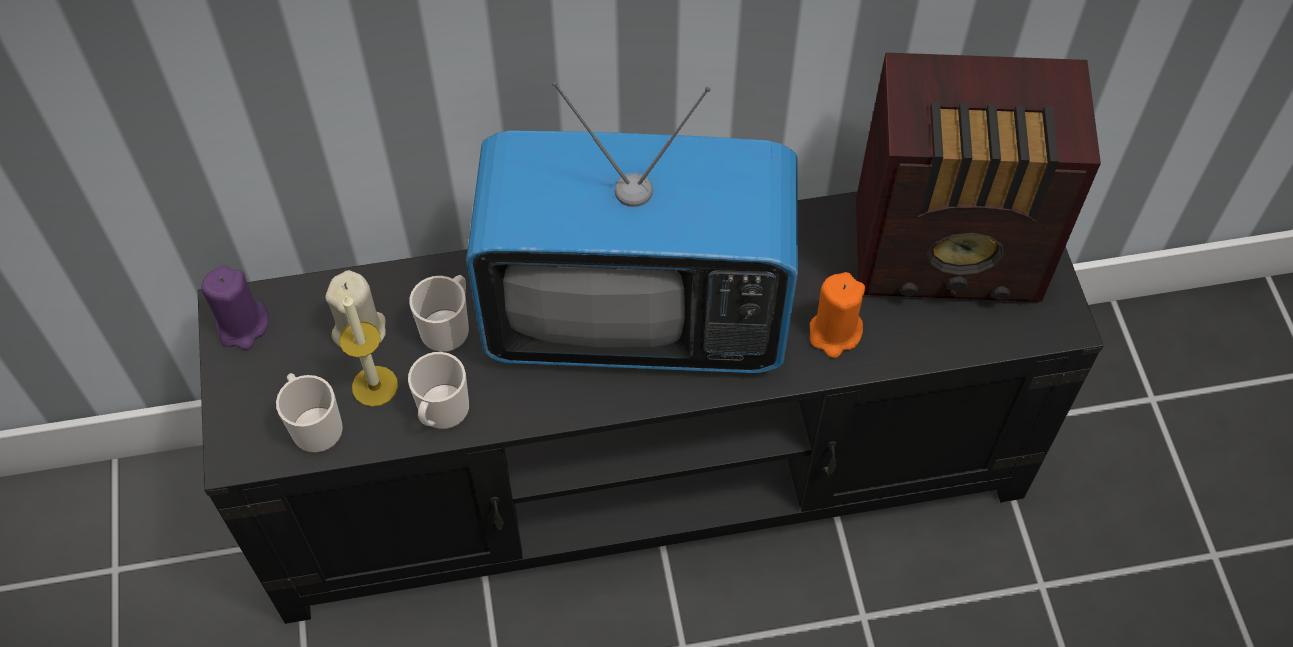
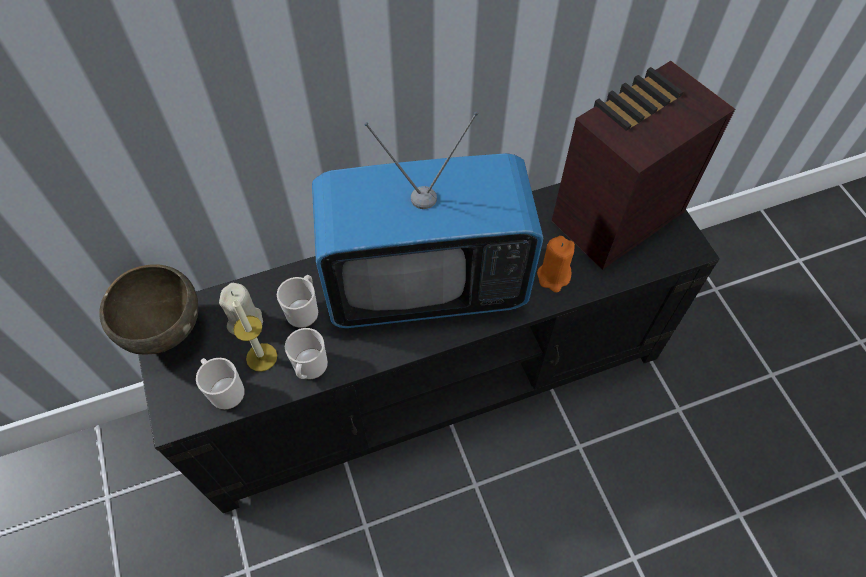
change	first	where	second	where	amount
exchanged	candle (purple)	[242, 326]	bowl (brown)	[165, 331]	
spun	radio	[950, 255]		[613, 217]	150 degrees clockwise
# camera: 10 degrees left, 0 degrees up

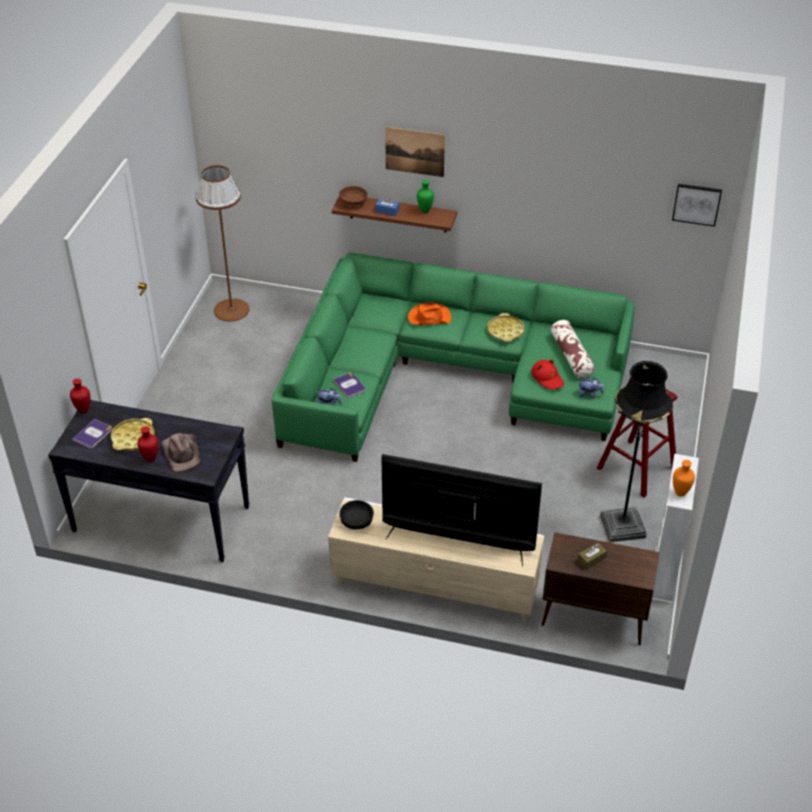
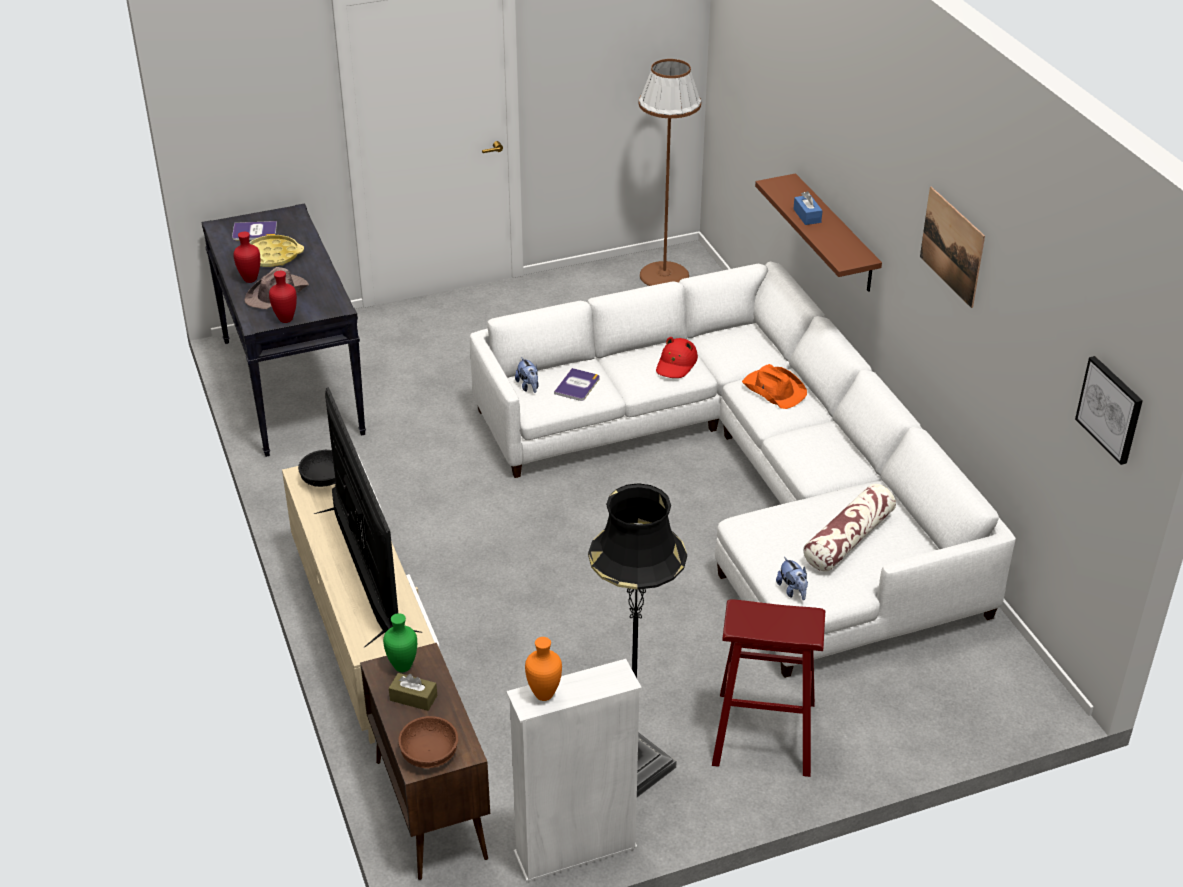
change	first	where	second	where	amount
relocated	vase (red)	[83, 410]		[285, 319]	
colour	sofa (green)	[448, 374]	sofa (white)	[749, 480]	
relocated	bowl (brown)	[353, 203]		[428, 754]	
relocated	picture	[415, 151]		[952, 246]	
relocated	vase (green)	[425, 211]		[402, 668]	
missing	tray (yellow)	[505, 331]			
relocated	hat (red)	[547, 378]		[676, 364]	
# camera: 55 degrees right, 5 degrees down

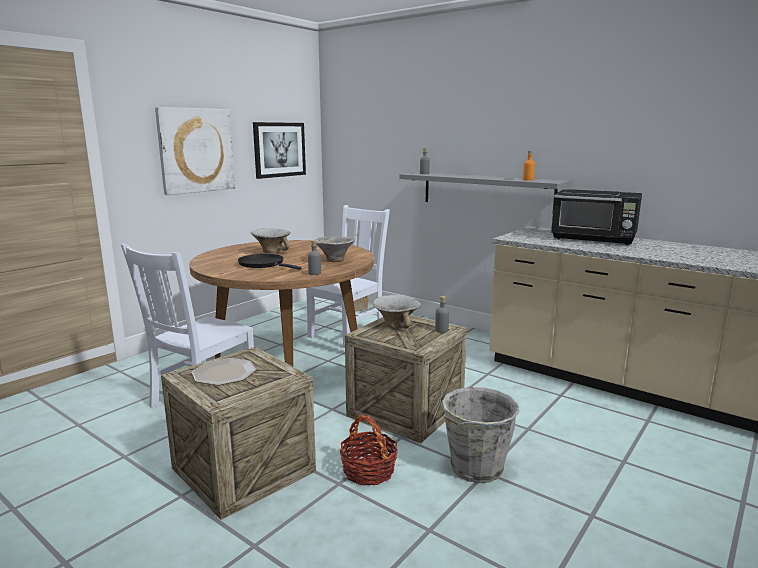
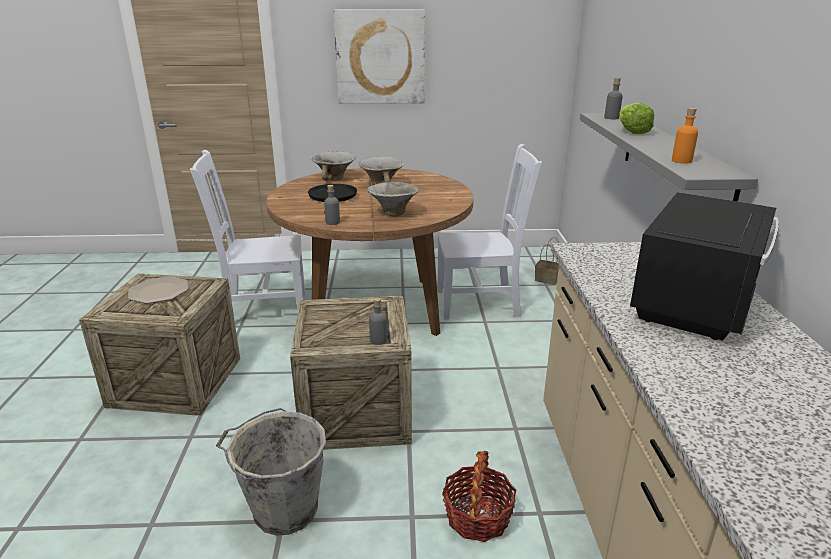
change	first	where	second	where	amount
missing	picture	[279, 149]			
relocated	basket	[368, 471]		[477, 516]	
relocated	bowl	[396, 325]		[335, 179]	
spun	microwave (black)	[594, 239]		[696, 303]	135 degrees counterclockwise
appeared			lettuce	[631, 131]	
# camera: 50 degrees right, 10 degrees up

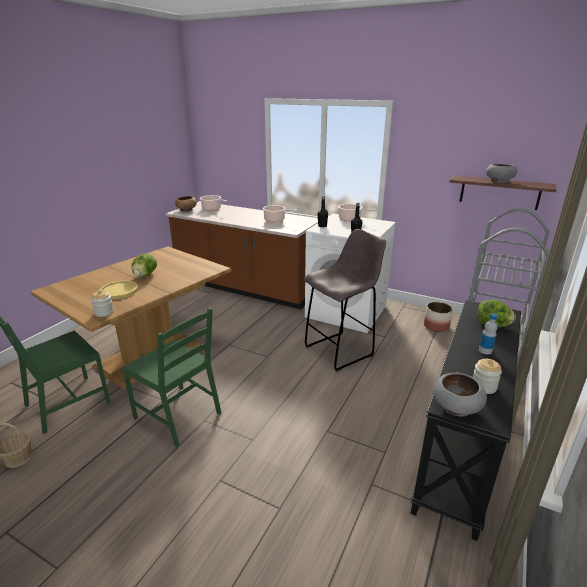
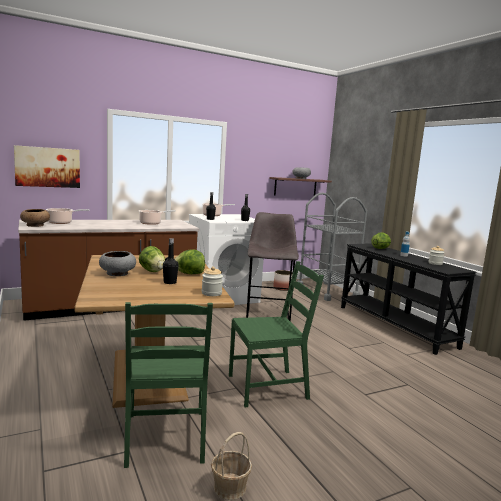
change	first	where	second	where	amount
exchanged	plate (yellow)	[119, 291]	bottle (black)	[170, 282]	
relocated	bowl (grey)	[456, 407]		[117, 274]	
appeared			picture	[48, 167]	
appeared			lettuce	[189, 274]	
# camera: 55 degrees left, 15 degrees down

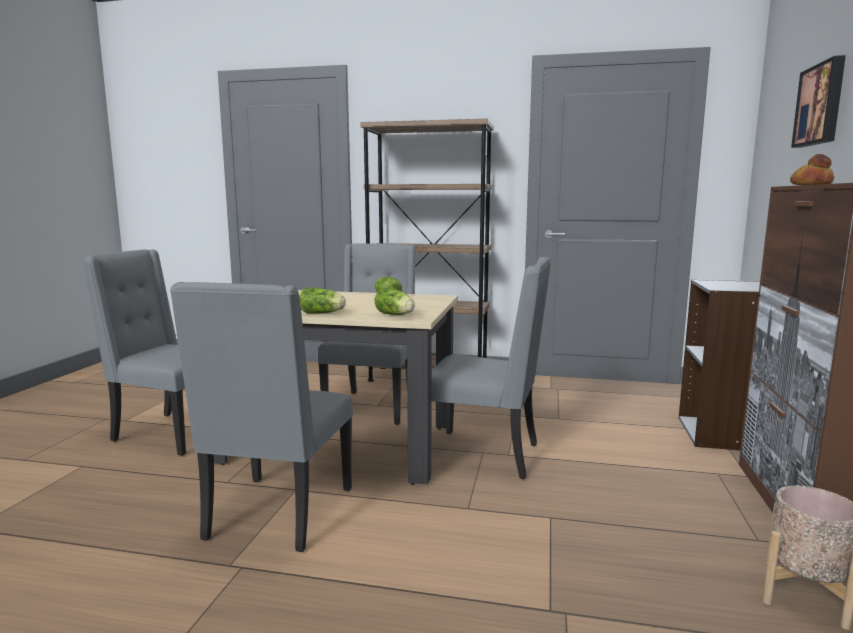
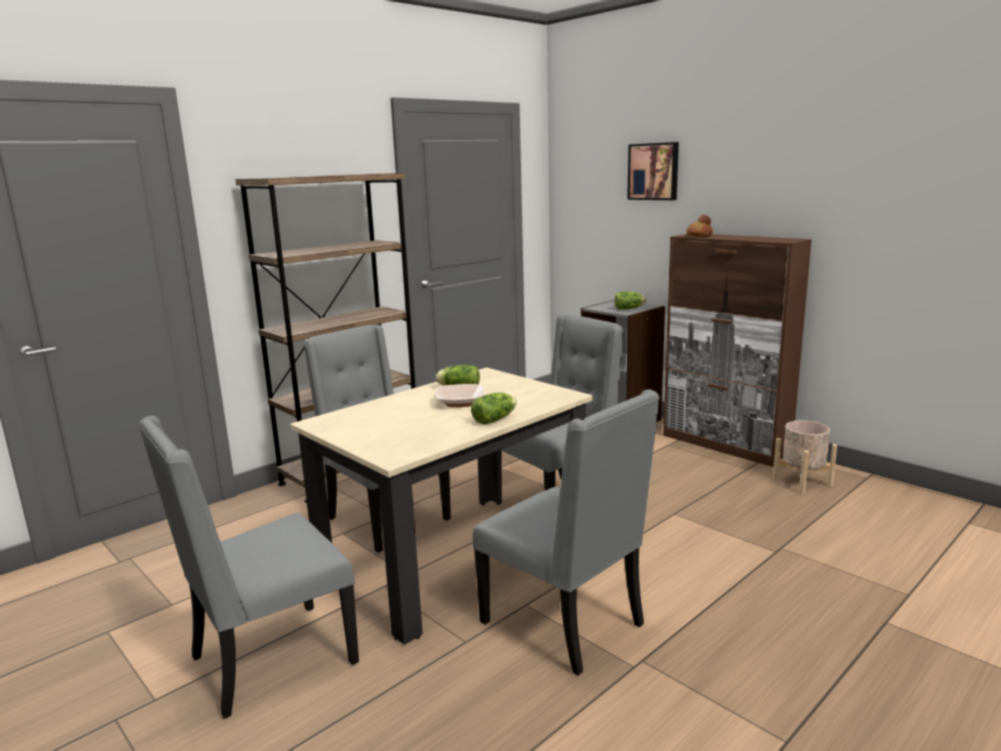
change	first	where	second	where	amount
relocated	lettuce	[396, 315]		[630, 308]	
appeared			bowl	[460, 402]	
# camera: 55 degrees left, 5 degrees up

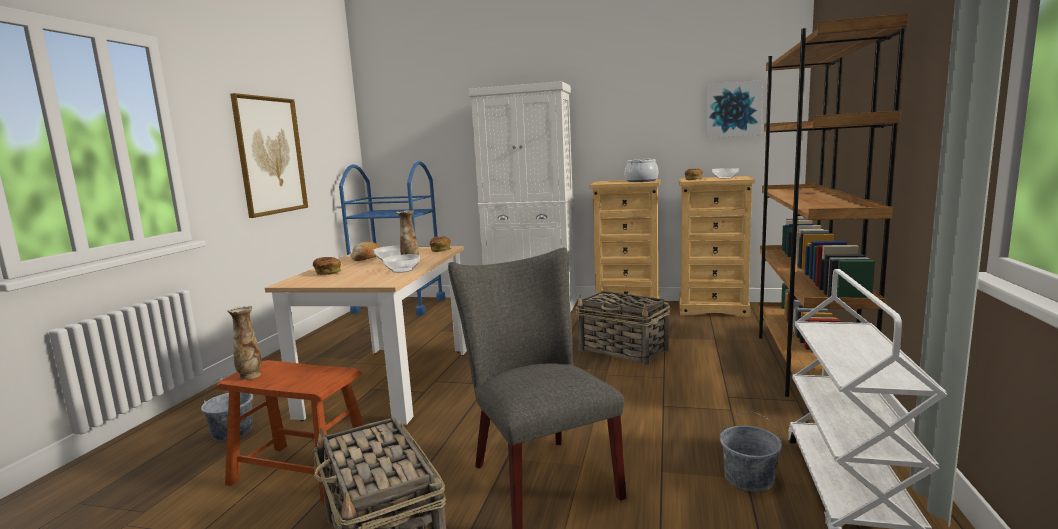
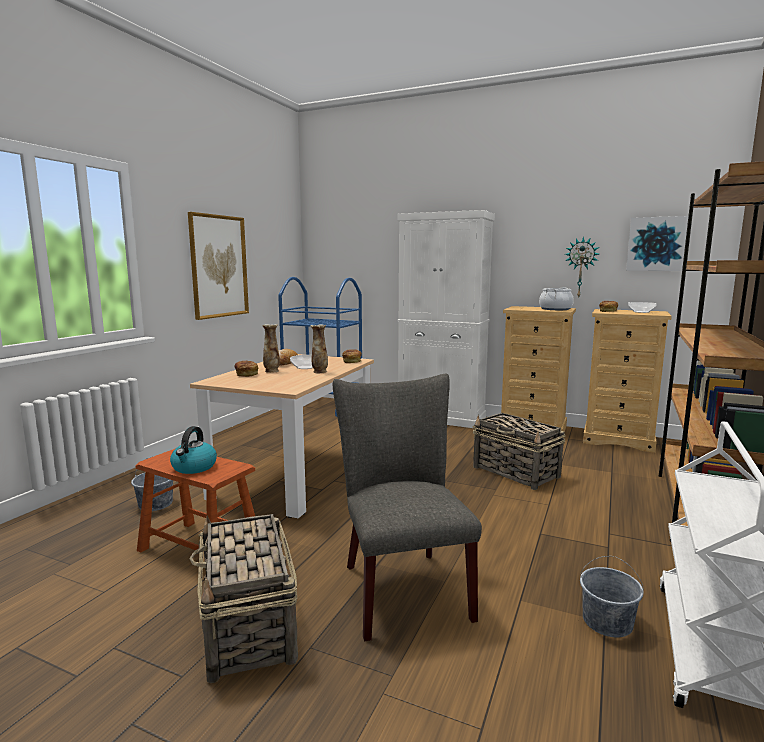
change	first	where	second	where	amount
relocated	vase	[250, 375]		[272, 371]	
missing	bowl	[402, 270]			
appeared			kettle	[194, 467]	
appeared			wall clock	[581, 267]	
# camera: 10 degrees right, 0 degrees up

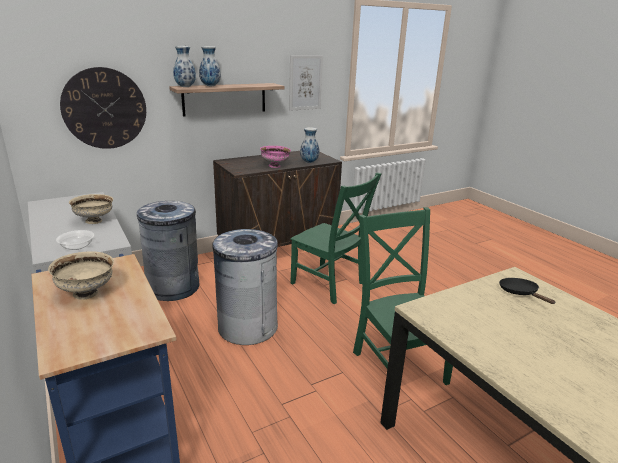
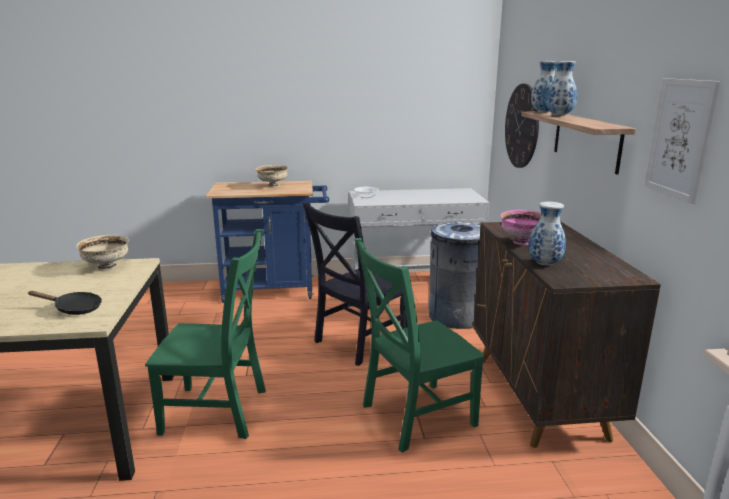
change	first	where	second	where	amount
relocated	bowl (beige)	[94, 221]		[107, 268]	
exchanged	trash can (grey)	[247, 327]	chair (black)	[357, 342]	
# camera: 115 degrees right, 5 degrees down

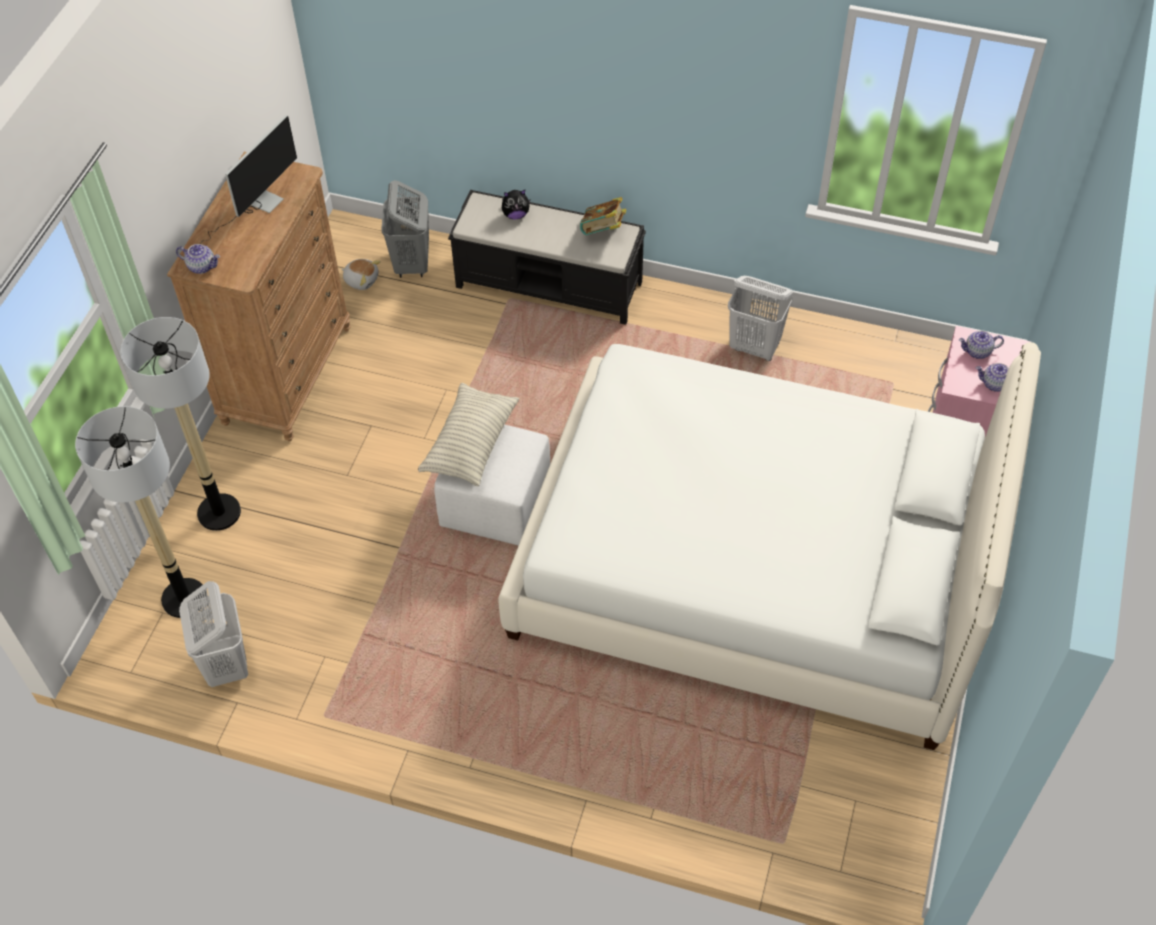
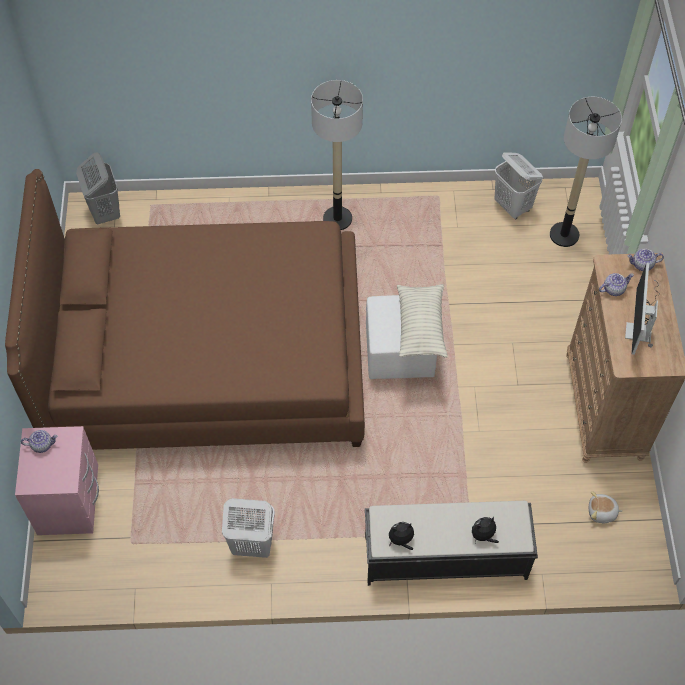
change	first	where	second	where	amount
relocated	floor lamp	[219, 512]		[337, 219]	
relocated	laundry basket (grey)	[412, 264]		[105, 212]	
colour	bed (white)	[754, 568]	bed (brown)	[206, 358]	
exchanged	book	[603, 231]	plush toy	[401, 540]	
relocated	teapot	[977, 352]		[613, 289]	
# camera: 160 degrees right, 5 degrees up

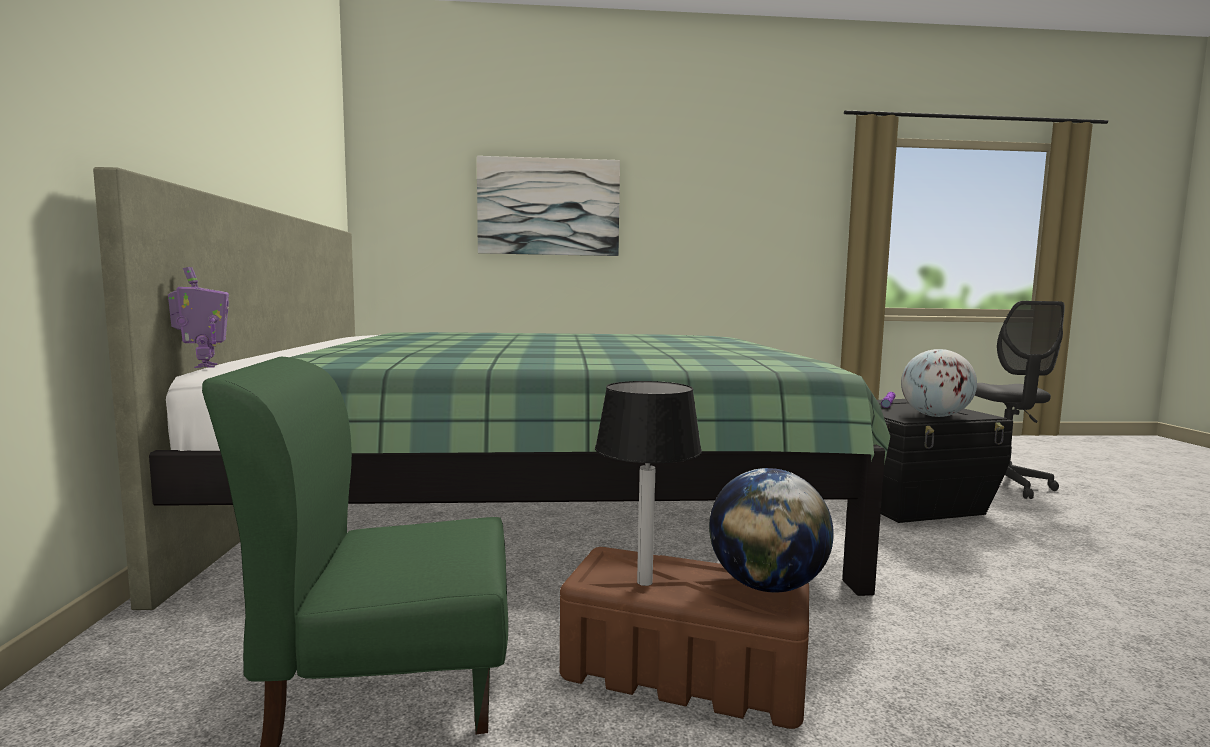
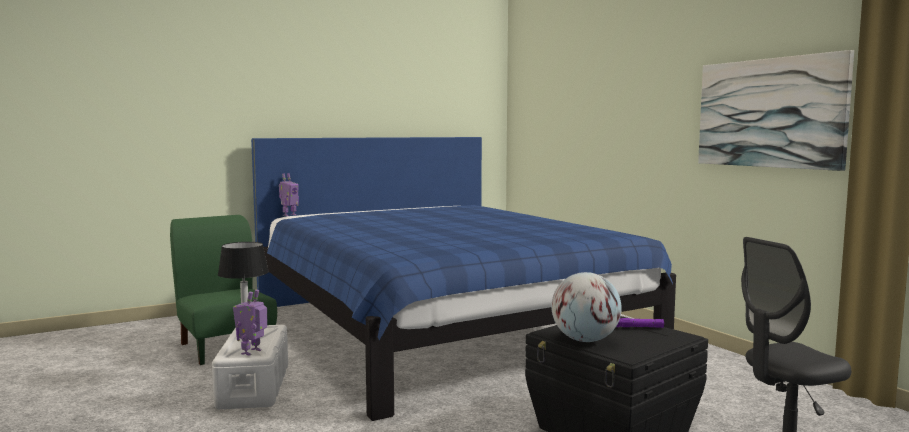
change	first	where	second	where	amount
colour	bed (green)	[535, 501]	bed (blue)	[441, 328]	
relocated	picture	[548, 207]		[769, 113]	
colour	storage box (brown)	[681, 671]	storage box (white)	[254, 385]	
exchanged	globe	[767, 586]	toy robot	[252, 352]	
# camera: 65 degrees right, 0 degrees up

